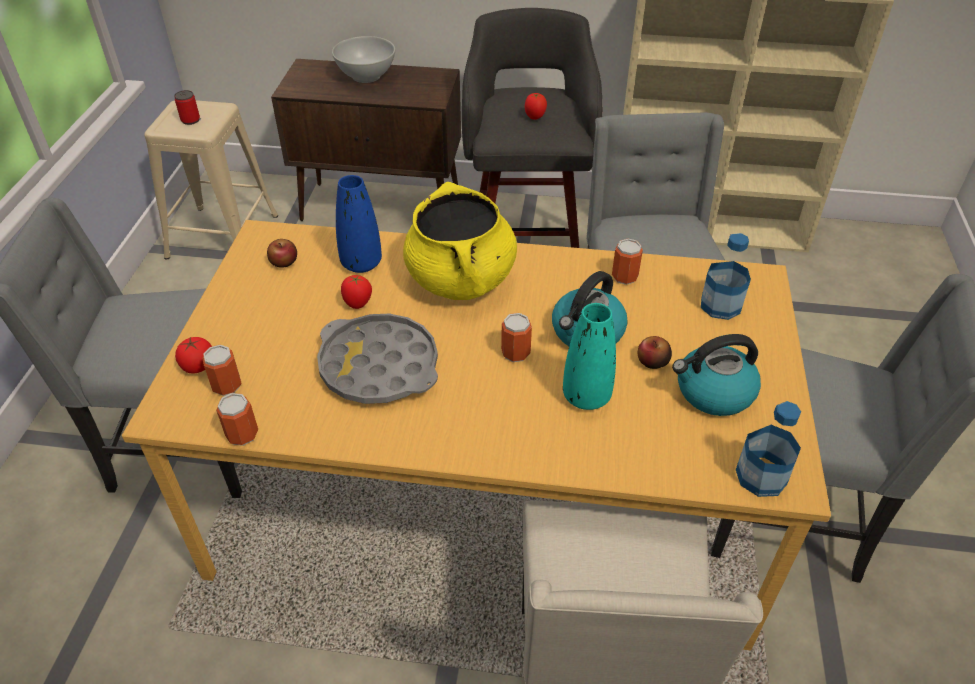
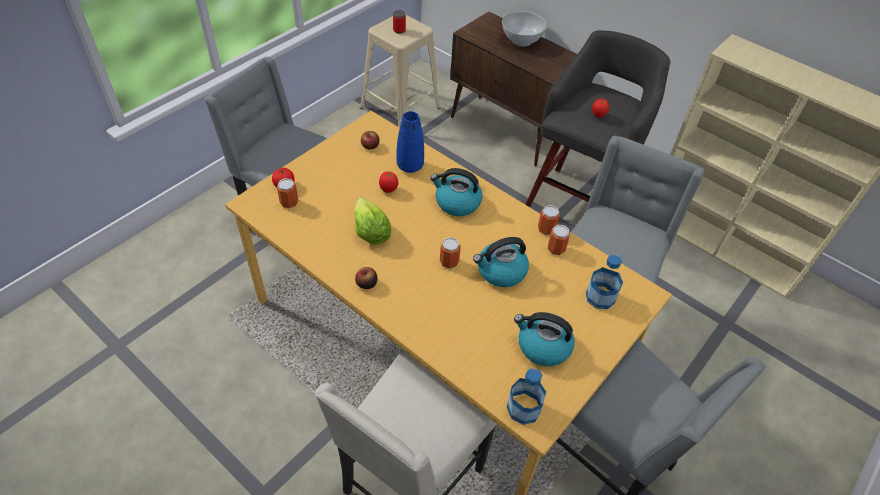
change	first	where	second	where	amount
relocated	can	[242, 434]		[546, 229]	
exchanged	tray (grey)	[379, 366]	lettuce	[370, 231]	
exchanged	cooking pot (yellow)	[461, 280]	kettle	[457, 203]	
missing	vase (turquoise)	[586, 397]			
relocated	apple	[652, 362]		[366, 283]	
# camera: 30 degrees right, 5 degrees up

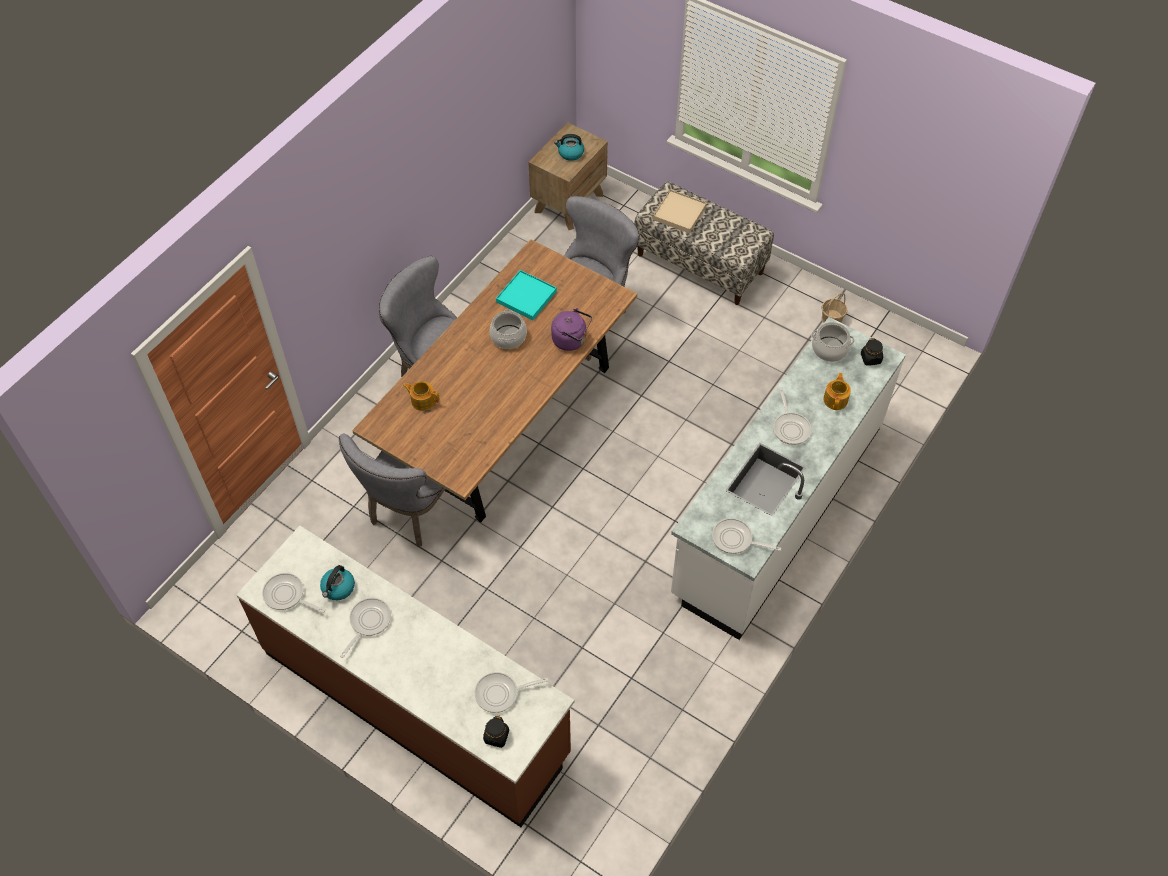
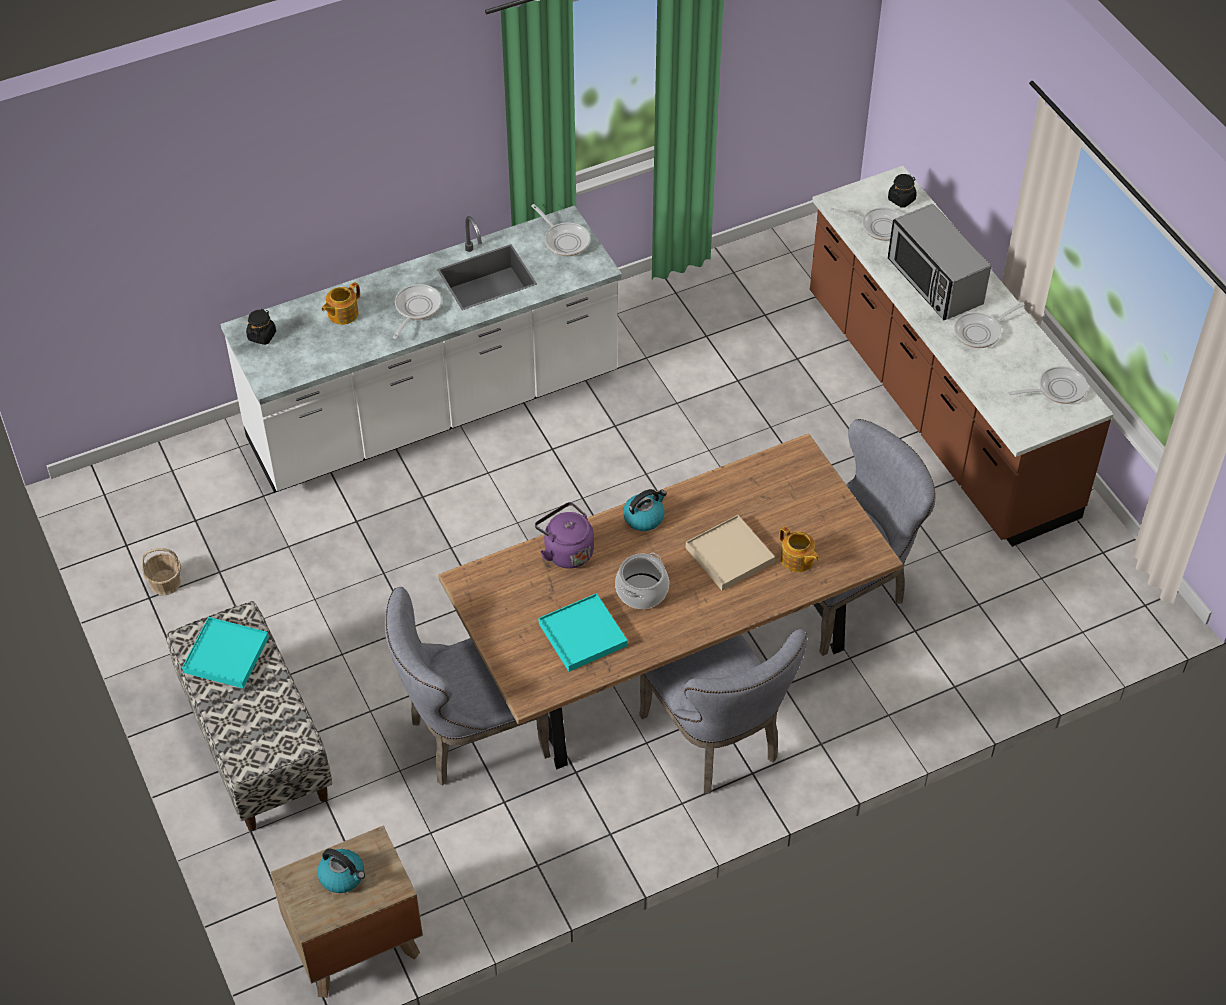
change	first	where	second	where	amount
spun	frying pan	[287, 596]		[1057, 389]	75 degrees counterclockwise
relocated	kettle	[338, 588]		[644, 517]	
relocated	tray (beige)	[679, 213]		[729, 555]	
missing	cooking pot	[829, 349]			
appeared			tray (turquoise)	[226, 655]	
appeared			microwave	[934, 282]	
# camera: 150 degrees left, 5 degrees down

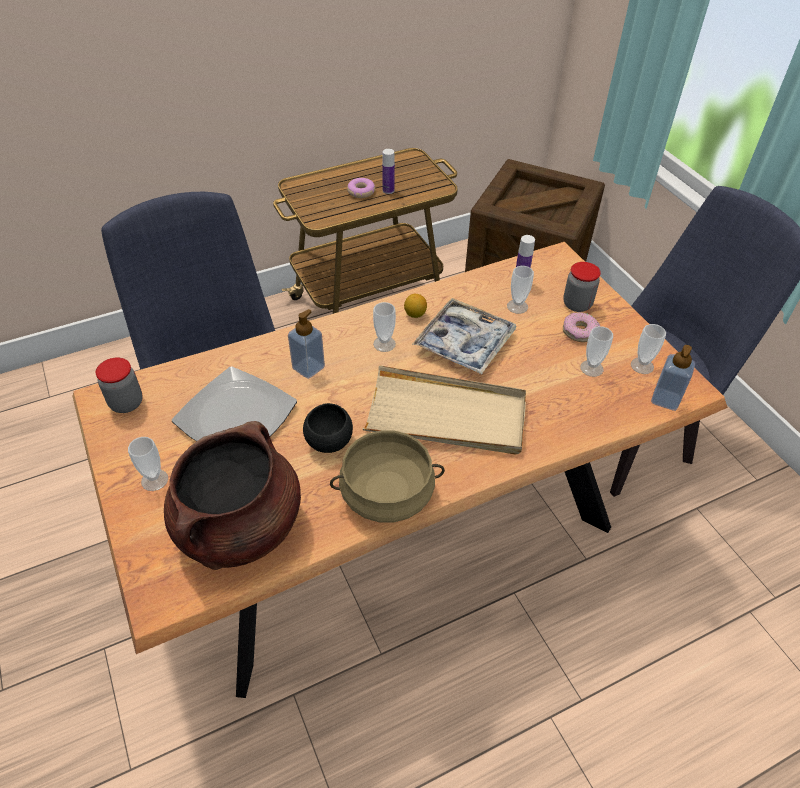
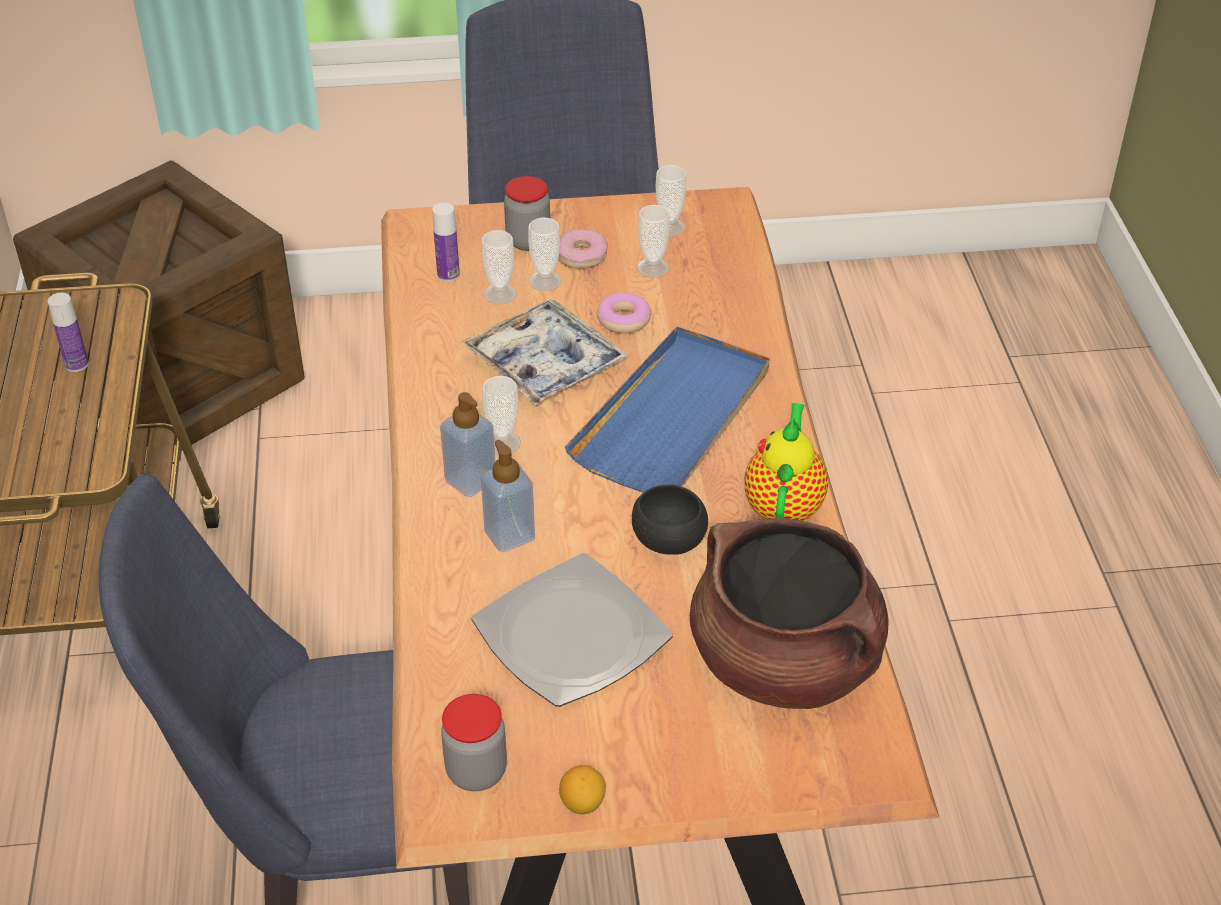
change	first	where	second	where	amount
relocated	cup	[154, 480]		[545, 281]	
exchanged	cooking pot (beige)	[386, 494]	teapot	[784, 505]	
relocated	donut	[361, 192]		[624, 320]	
colour	tray (beige)	[446, 415]	tray (blue)	[674, 417]	
relocated	lemon	[415, 314]		[583, 804]	
relocated	soap dispenser	[665, 399]		[470, 480]	
# camera: 70 degrees left, 5 degrees down

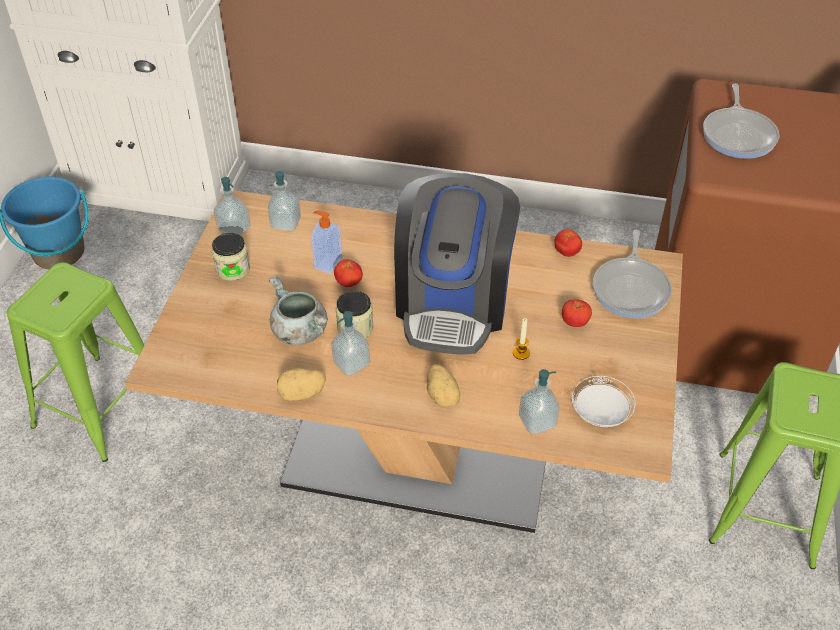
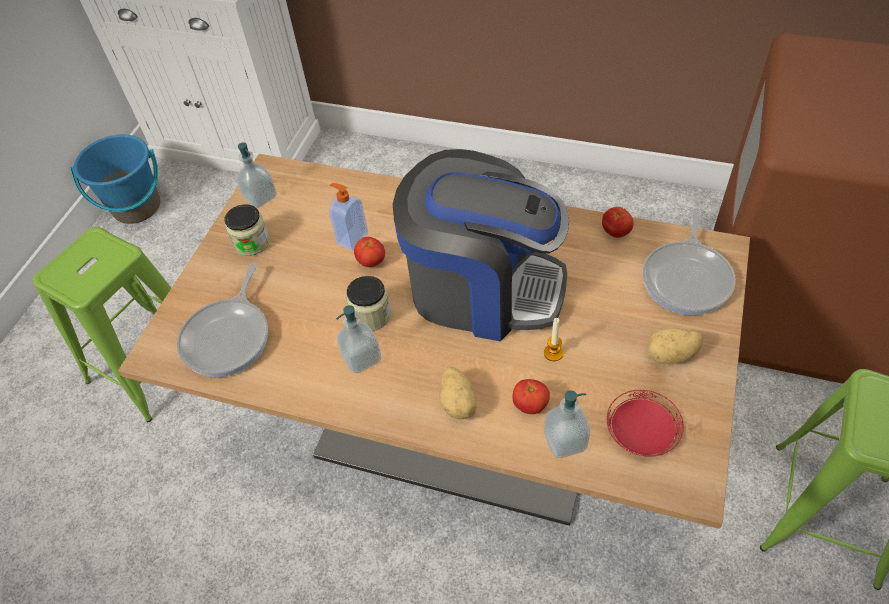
change	first	where	second	where	amount
missing	soap dispenser	[285, 223]			
missing	cooking pot (grey)	[299, 331]			
relocated	potato	[302, 394]		[671, 356]	
spun	coffee machine	[453, 302]		[482, 288]	90 degrees counterclockwise
relocated	tomato	[575, 322]		[530, 405]	
colour	plate (white)	[601, 413]	plate (red)	[641, 434]	
relocated	frying pan	[739, 135]		[229, 337]	
# camera: 10 degrees right, 5 degrees up

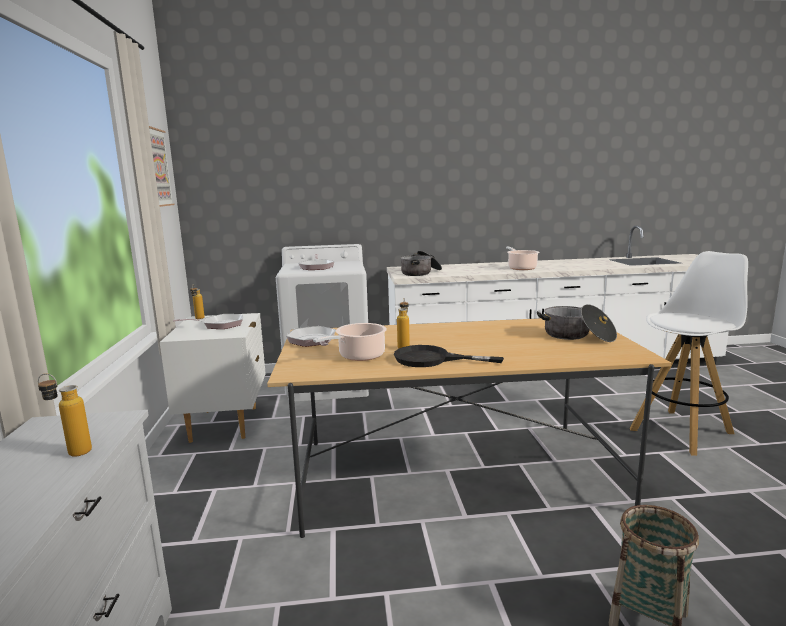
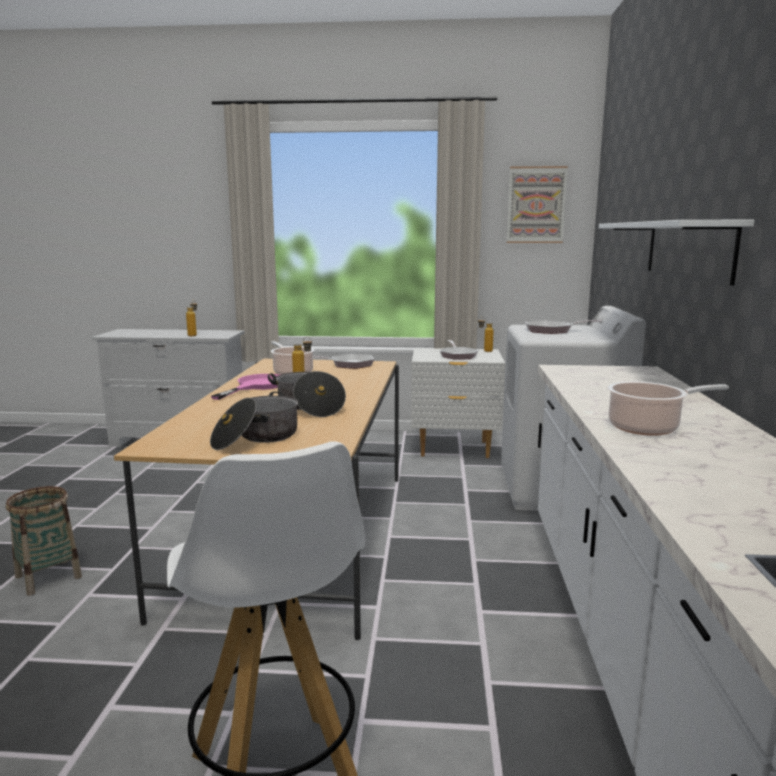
change	first	where	second	where	amount
colour	frying pan (black)	[432, 359]	frying pan (pink)	[256, 386]	
relocated	cooking pot	[421, 273]		[308, 407]	
appeared			shelf (white)	[687, 249]	
# camera: 100 degrees right, 0 degrees up

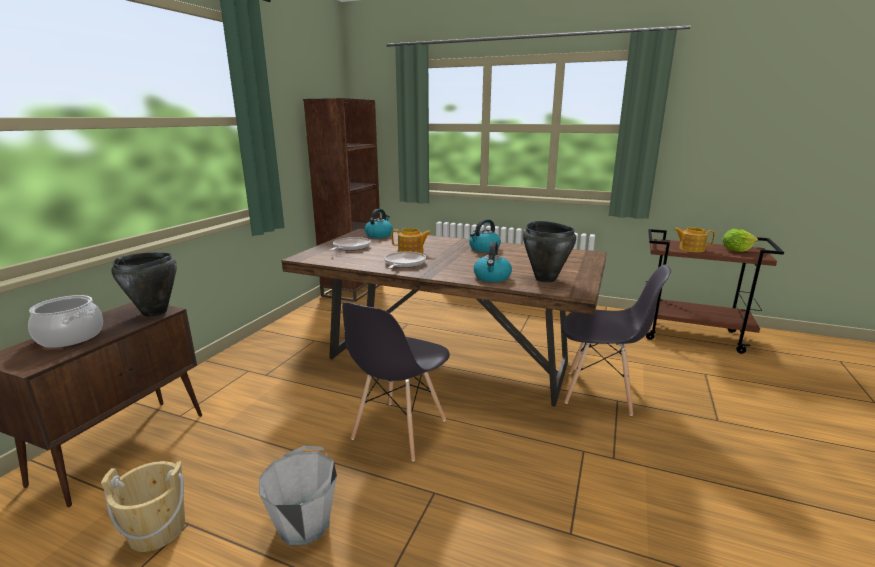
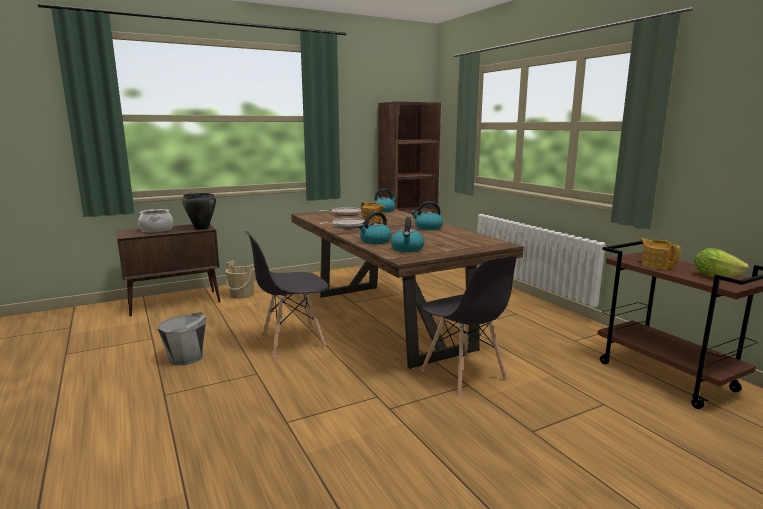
change	first	where	second	where	amount
relocated	bucket (beige)	[157, 530]		[242, 295]	
exchanged	cooking pot (black)	[545, 279]	kettle	[407, 249]	
# camera: 40 degrees right, 5 degrees down

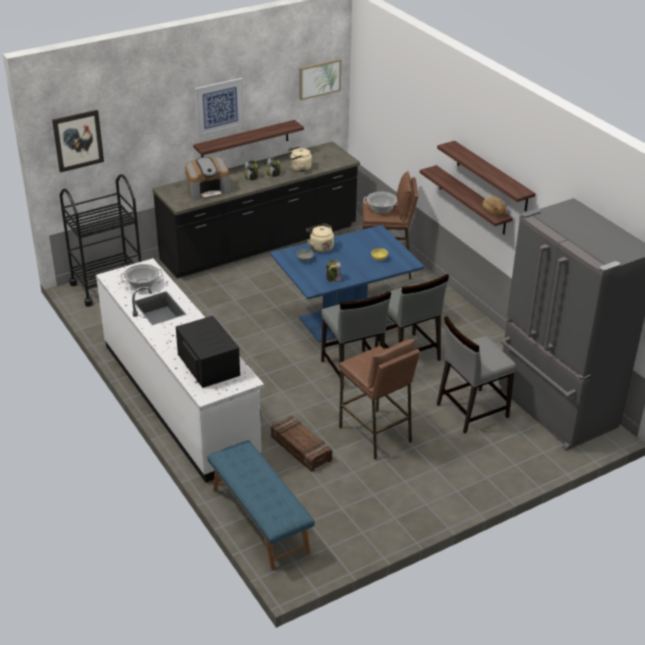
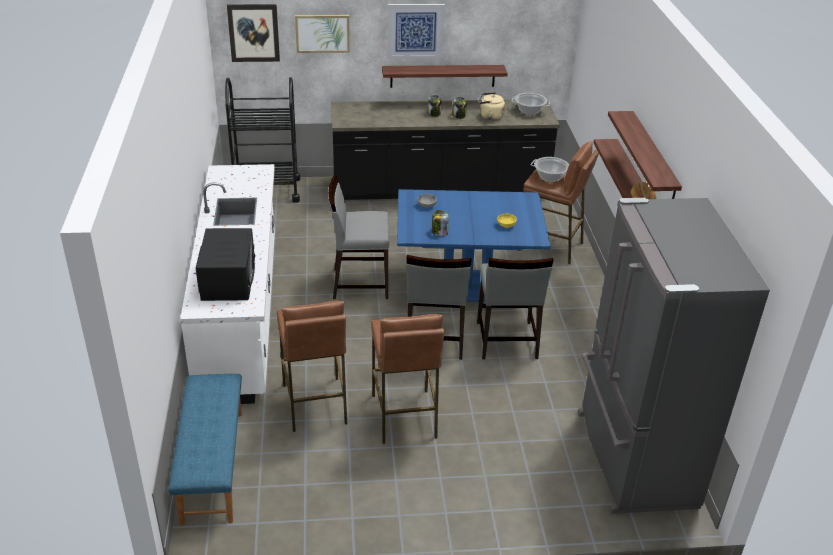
change	first	where	second	where	amount
relocated	cooking pot	[142, 285]		[529, 111]	
missing	coffee machine	[207, 191]			
exchanged	crate	[300, 449]	stool (brown)	[314, 404]	
relocated	picture	[319, 79]		[322, 33]	
missing	kettle (beige)	[320, 247]			
relocated	chair (grey)	[471, 410]		[360, 283]	
# camera: 25 degrees right, 0 degrees up

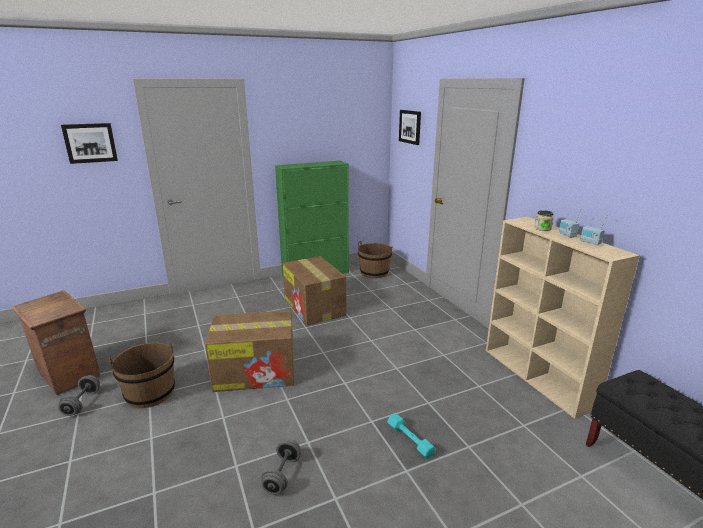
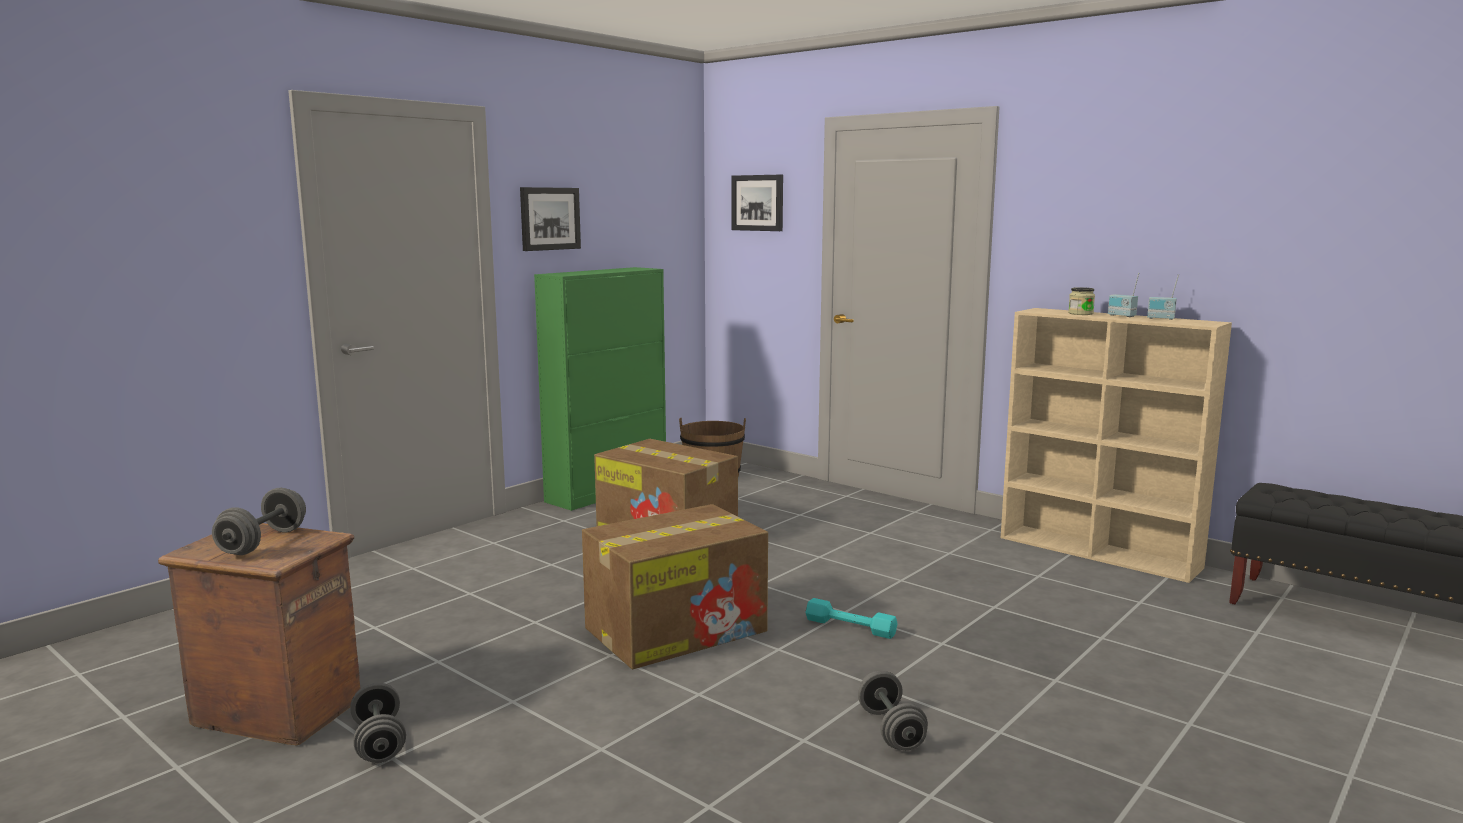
change	first	where	second	where	amount
relocated	picture	[90, 143]		[549, 218]	
missing	bucket (brown)	[150, 393]			
relocated	dumbbell (turquoise)	[410, 439]		[850, 627]	
appeared			dumbbell (grey)	[263, 542]	
# camera: 25 degrees left, 10 degrees down

